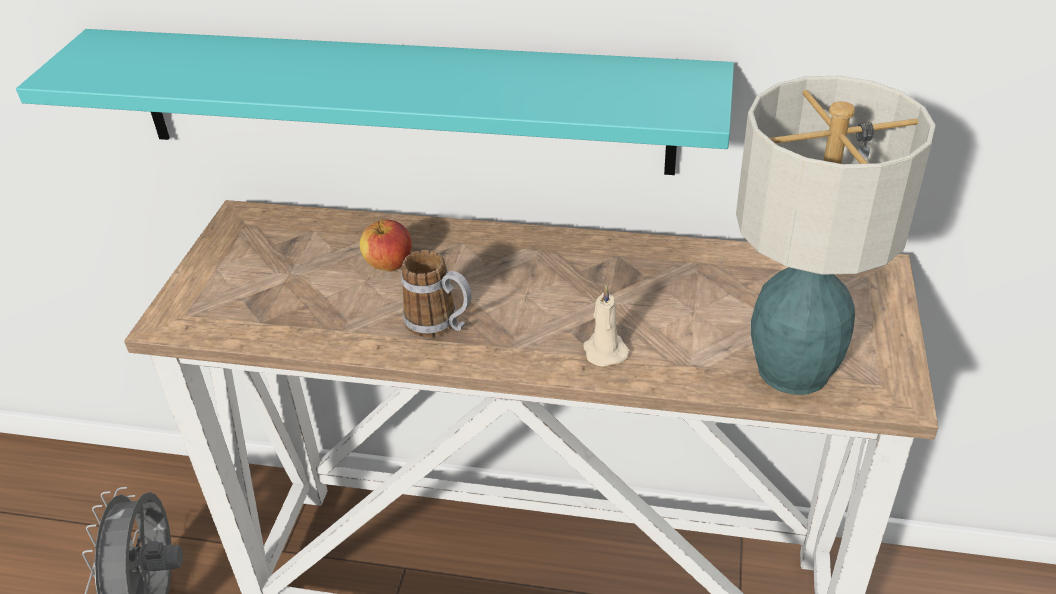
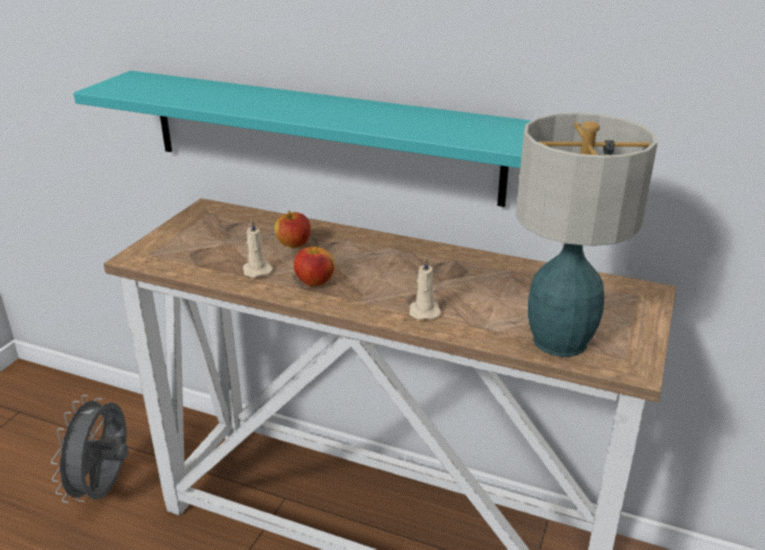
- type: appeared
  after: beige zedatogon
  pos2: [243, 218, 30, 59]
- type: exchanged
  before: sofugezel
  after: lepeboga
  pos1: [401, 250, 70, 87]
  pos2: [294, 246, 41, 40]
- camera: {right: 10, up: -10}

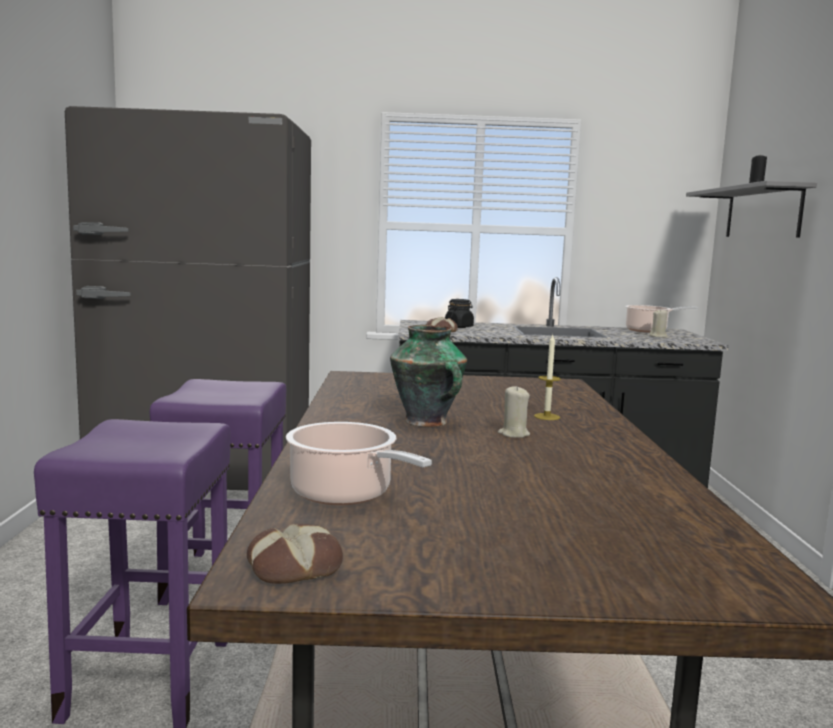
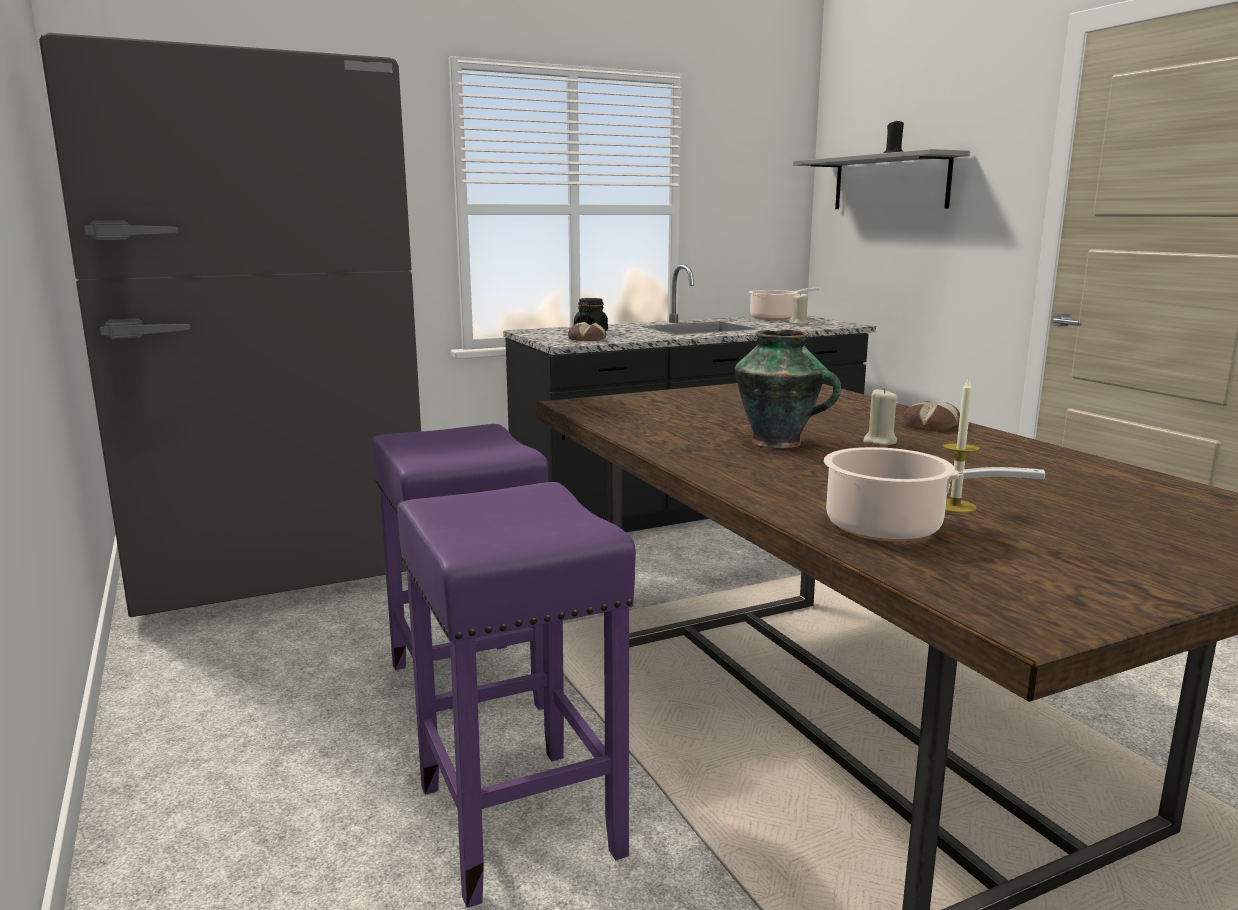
- type: relocated
  before: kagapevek
  pos1: [247, 524, 96, 60]
  pos2: [903, 401, 57, 30]
- type: relocated
  before: zedatogon
  pos1: [534, 335, 27, 85]
  pos2: [943, 377, 37, 136]
- camera: {right: -25, up: 5}

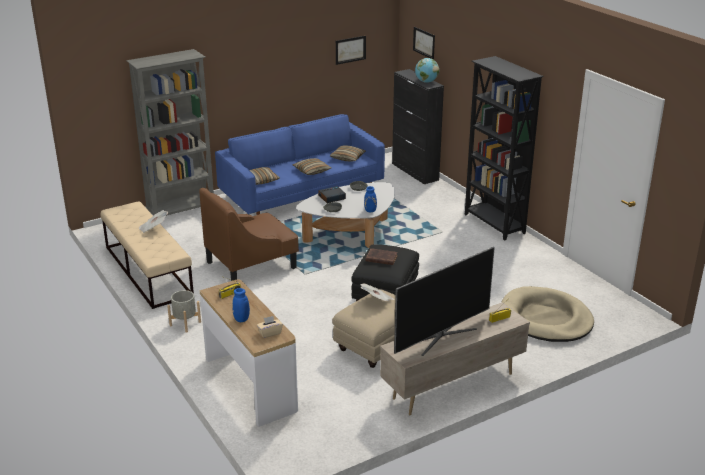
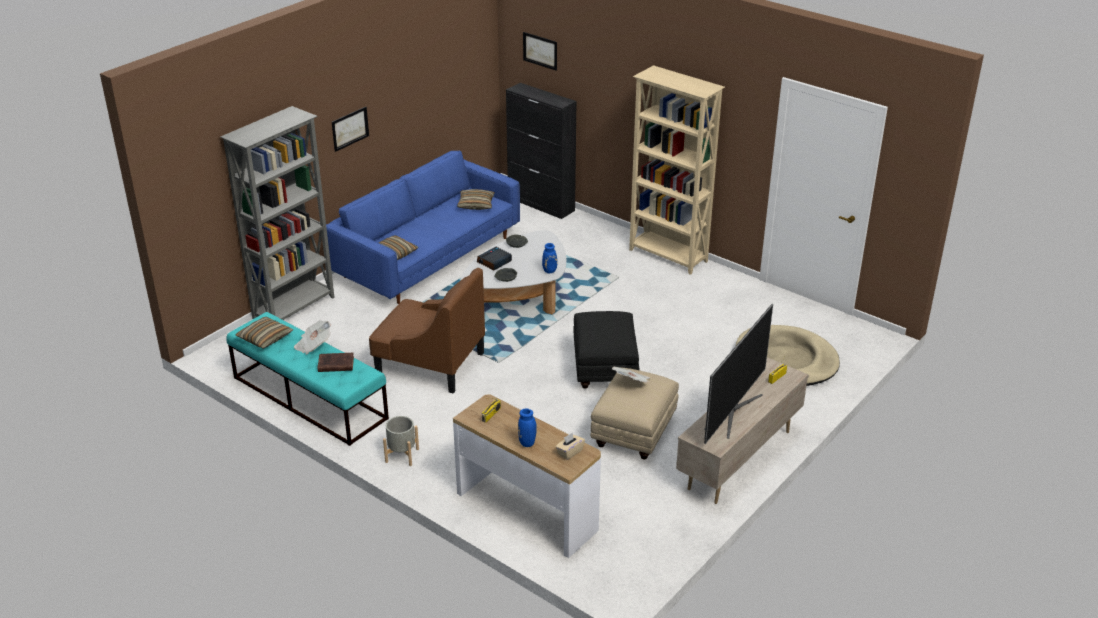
- type: missing
  before: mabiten
  pos1: [415, 58, 24, 25]
- type: relocated
  before: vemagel
  pos1: [293, 158, 38, 17]
  pos2: [235, 317, 58, 32]
- type: relocated
  before: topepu
  pos1: [336, 36, 30, 29]
  pos2: [332, 107, 37, 45]
- type: relocated
  before: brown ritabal
  pos1: [366, 248, 32, 17]
  pos2: [318, 353, 36, 19]
- type: colour
  before: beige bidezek
  after: turquoise bidezek
  pos1: [100, 201, 94, 108]
  pos2: [226, 312, 163, 134]
- type: colour
  before: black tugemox
  after: beige tugemox
  pos1: [465, 56, 79, 184]
  pos2: [629, 65, 96, 210]
- type: spun
  before: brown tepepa
  pos1: [199, 188, 100, 93]
  pos2: [369, 268, 116, 125]
  turn: -105
- camera: {right: -20, up: 5}

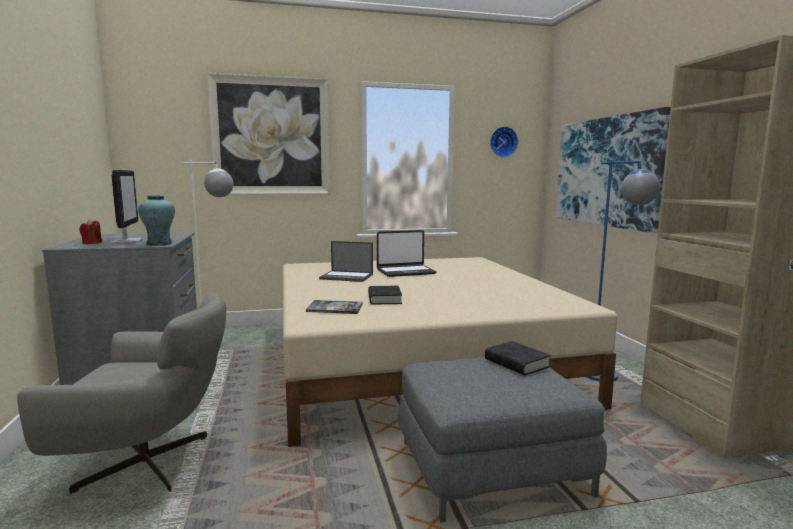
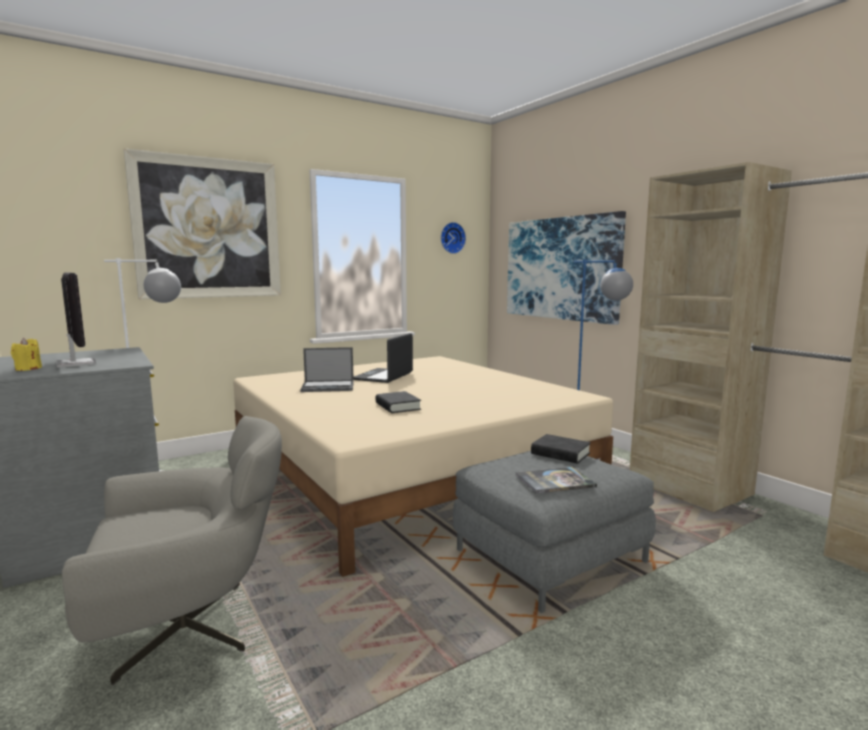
- type: missing
  before: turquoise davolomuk
  pos1: [138, 195, 37, 51]
- type: relocated
  before: ritabal
  pos1: [306, 300, 57, 14]
  pos2: [515, 467, 82, 27]
- type: colour
  before: red zedatogon
  after: yellow zedatogon
  pos1: [79, 219, 23, 25]
  pos2: [11, 338, 31, 33]
- type: spun
  before: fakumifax
  pos1: [377, 230, 60, 47]
  pos2: [353, 333, 60, 50]
  turn: 150
- camera: {right: -20, up: 0}

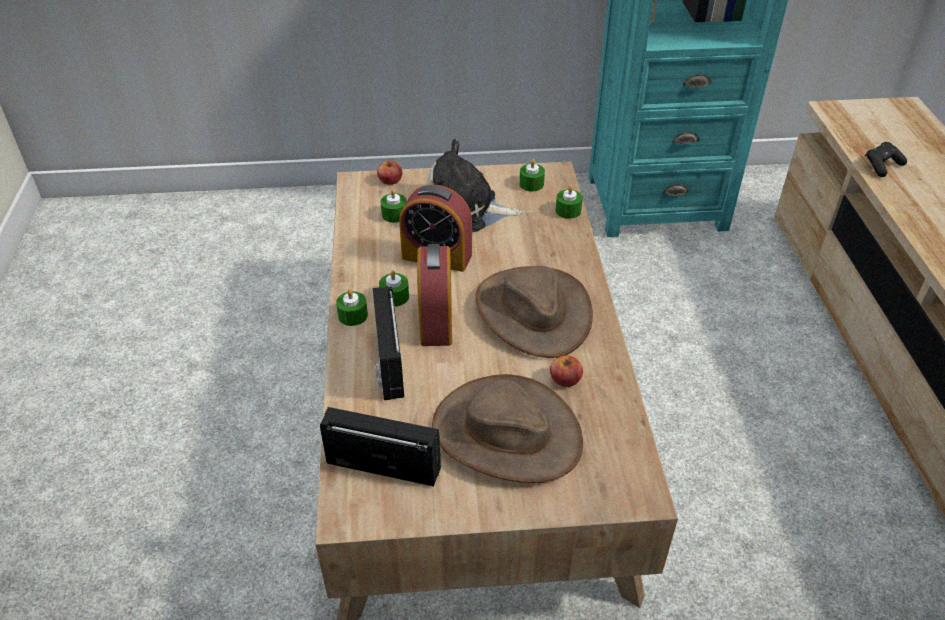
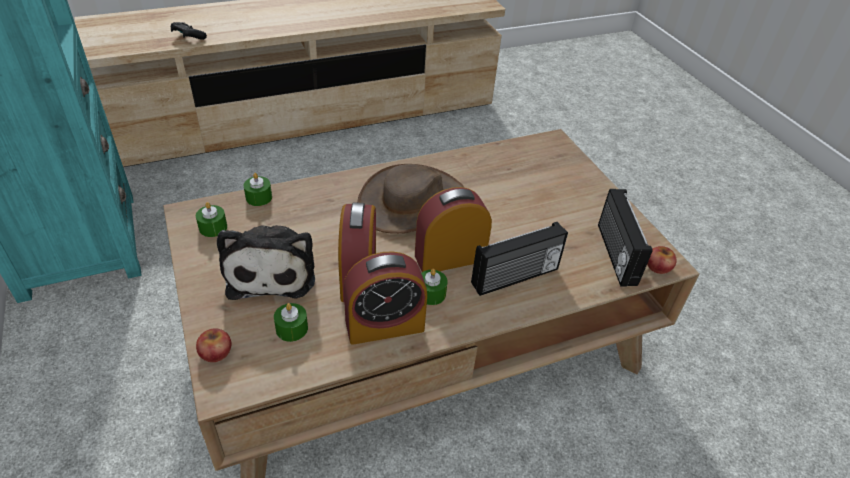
- type: missing
  before: green zedatogon
  pos1: [336, 289, 32, 37]
- type: missing
  before: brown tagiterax
  pos1: [432, 374, 151, 109]
- type: appeared
  after: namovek
  pos2: [344, 251, 83, 94]
- type: relocated
  before: lepeboga
  pos1: [550, 355, 33, 32]
  pos2: [647, 246, 30, 28]
- camera: {right: -110, up: 0}

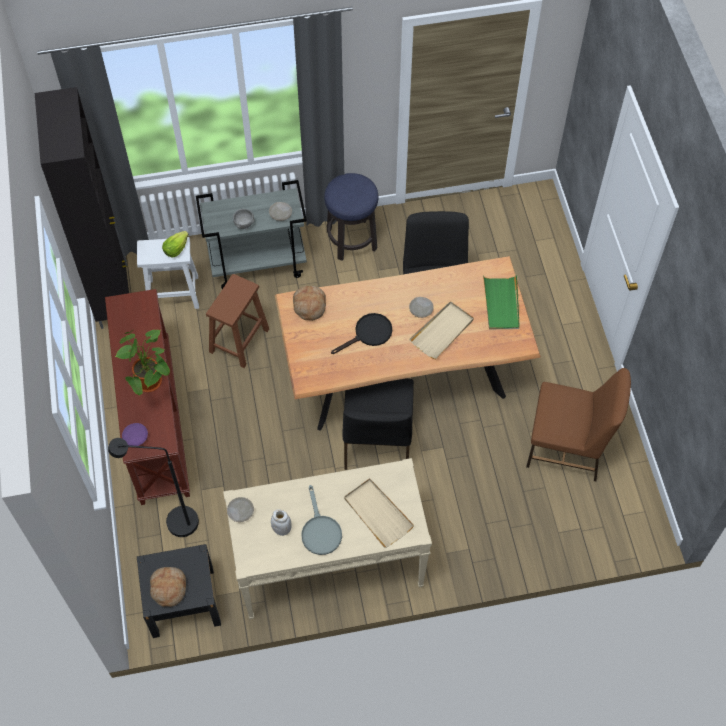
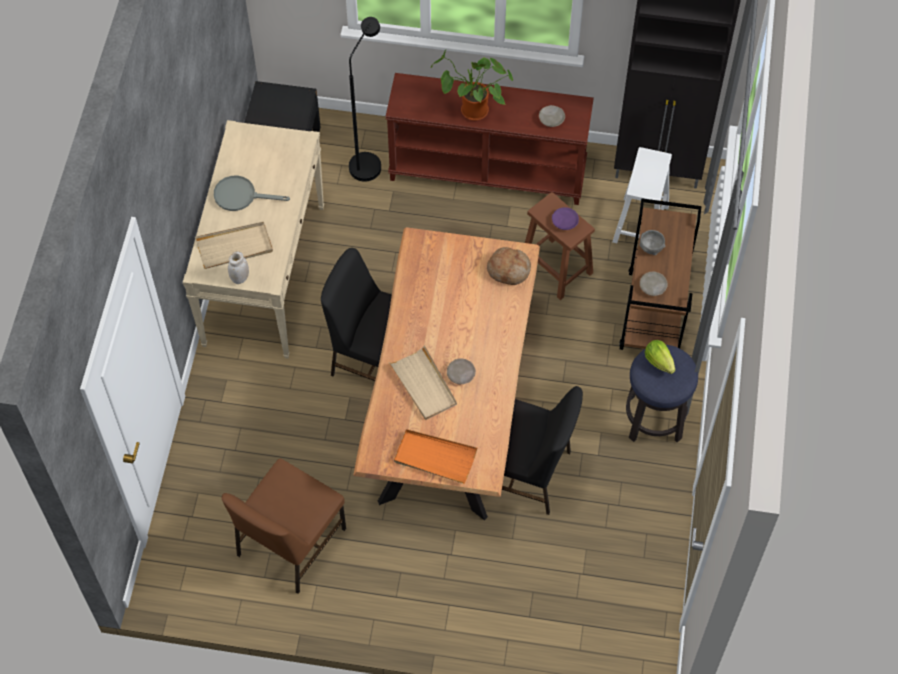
- type: missing
  before: kagapevek
  pos1: [150, 567, 36, 40]
- type: missing
  before: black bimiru
  pos1: [331, 313, 61, 41]
- type: relocated
  before: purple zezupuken
  pos1: [122, 423, 26, 23]
  pos2: [552, 207, 27, 23]
- type: relocated
  before: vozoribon
  pos1: [162, 231, 27, 27]
  pos2: [645, 340, 30, 34]
- type: relocated
  before: beige zezupuken
  pos1: [227, 497, 27, 25]
  pos2: [539, 105, 26, 22]
- type: relocated
  before: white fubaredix
  pos1: [271, 509, 21, 27]
  pos2: [228, 251, 21, 33]
- type: colour
  before: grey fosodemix
  after: brown fosodemix
  pos1: [196, 180, 111, 109]
  pos2: [619, 198, 82, 152]
- type: colour
  before: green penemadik
  after: orange penemadik
  pos1: [483, 275, 36, 54]
  pos2: [394, 429, 83, 55]
- camera: {right: 110, up: 0}

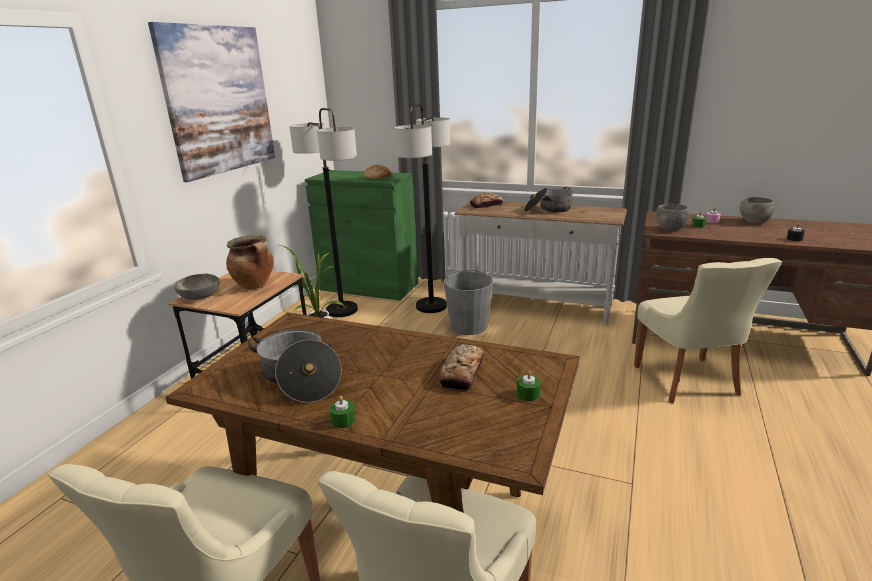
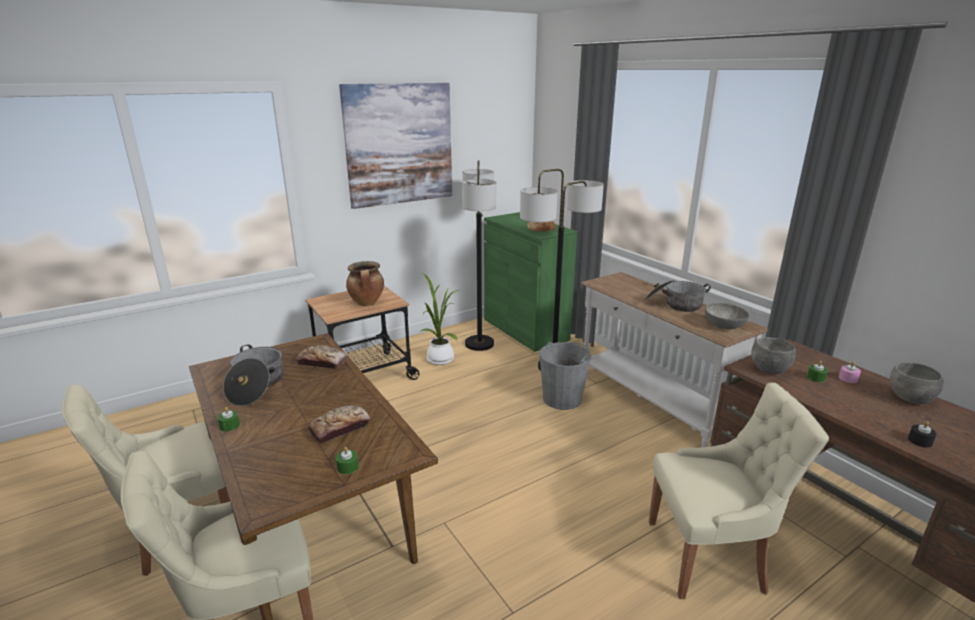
- type: relocated
  before: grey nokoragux
  pos1: [174, 274, 45, 26]
  pos2: [705, 303, 44, 26]
- type: relocated
  before: kagapevek
  pos1: [470, 192, 33, 16]
  pos2: [296, 345, 51, 24]
- type: spun
  before: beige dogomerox
  pos1: [634, 258, 148, 145]
  pos2: [649, 383, 180, 216]
  turn: -120
- camera: {right: 35, up: 0}

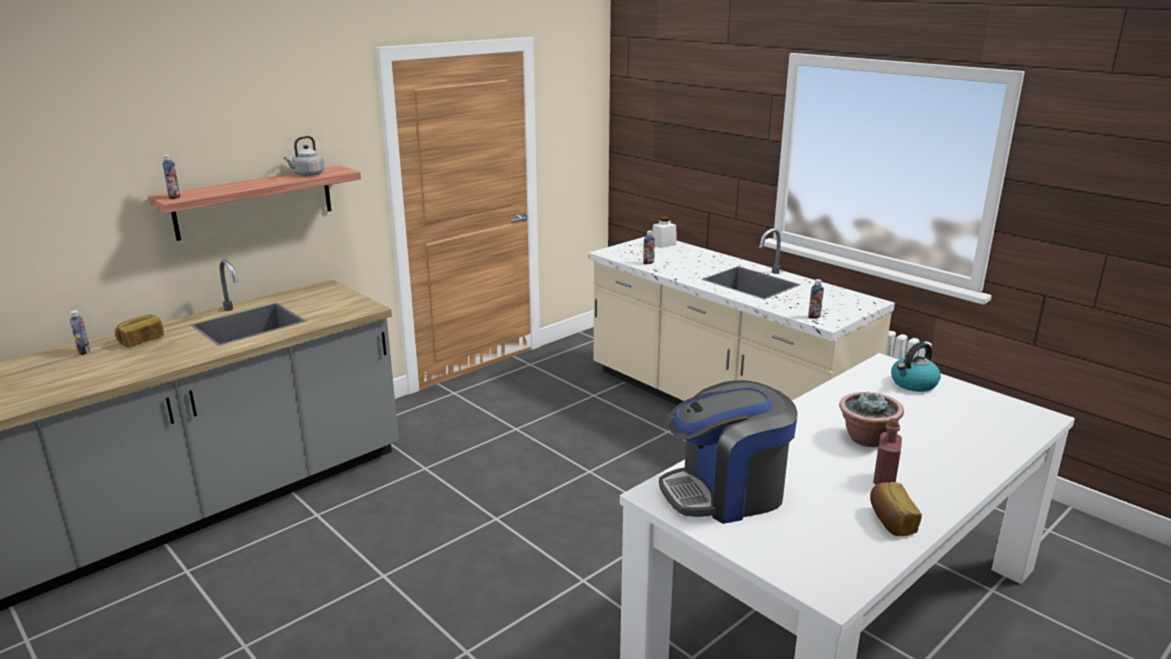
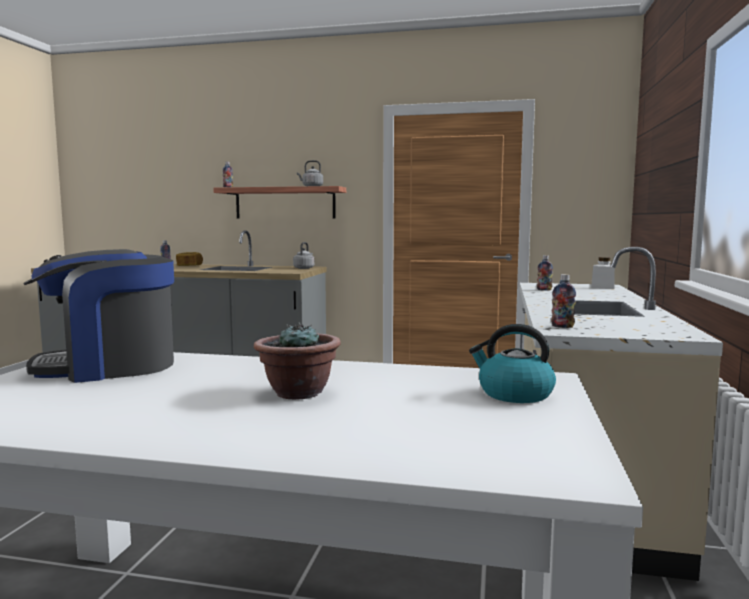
- type: missing
  before: kagapevek
  pos1: [870, 482, 52, 54]
- type: missing
  before: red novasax
  pos1: [873, 418, 29, 67]
- type: appeared
  after: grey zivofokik
  pos2: [293, 242, 21, 27]
- type: spun
  before: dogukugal
  pos1: [659, 380, 139, 144]
  pos2: [23, 249, 151, 134]
  turn: -60
- camera: {right: 55, up: -15}

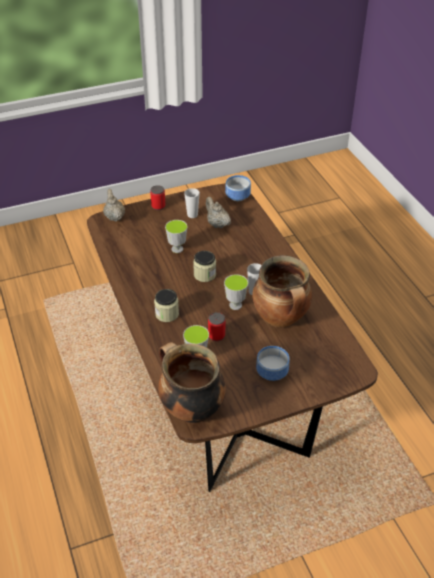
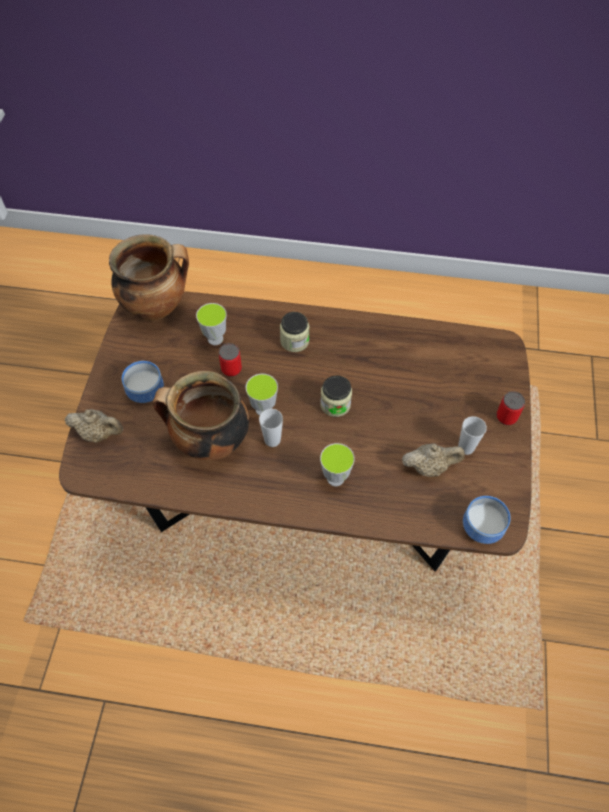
- type: relocated
  before: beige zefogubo
  pos1: [103, 189, 22, 33]
  pos2: [65, 409, 58, 34]
- type: relocated
  before: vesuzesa
  pos1: [165, 220, 22, 33]
  pos2: [320, 443, 35, 43]
- camera: {right: 120, up: 15}

